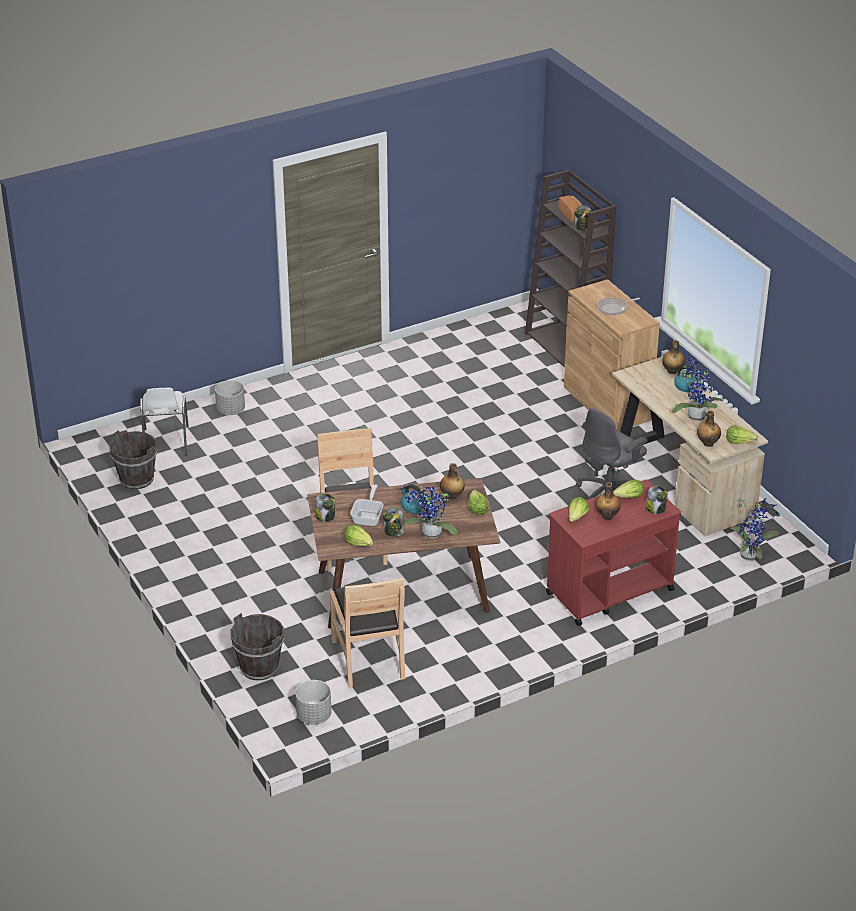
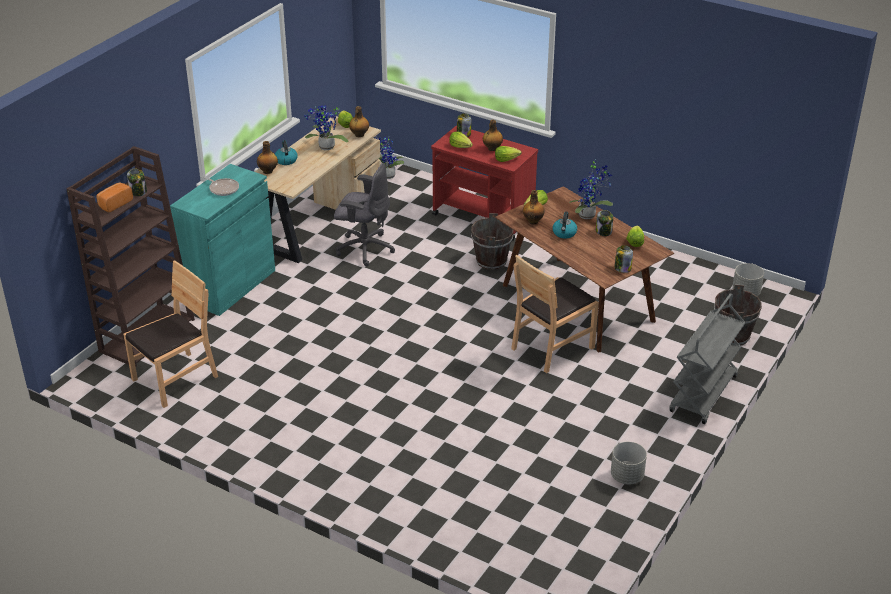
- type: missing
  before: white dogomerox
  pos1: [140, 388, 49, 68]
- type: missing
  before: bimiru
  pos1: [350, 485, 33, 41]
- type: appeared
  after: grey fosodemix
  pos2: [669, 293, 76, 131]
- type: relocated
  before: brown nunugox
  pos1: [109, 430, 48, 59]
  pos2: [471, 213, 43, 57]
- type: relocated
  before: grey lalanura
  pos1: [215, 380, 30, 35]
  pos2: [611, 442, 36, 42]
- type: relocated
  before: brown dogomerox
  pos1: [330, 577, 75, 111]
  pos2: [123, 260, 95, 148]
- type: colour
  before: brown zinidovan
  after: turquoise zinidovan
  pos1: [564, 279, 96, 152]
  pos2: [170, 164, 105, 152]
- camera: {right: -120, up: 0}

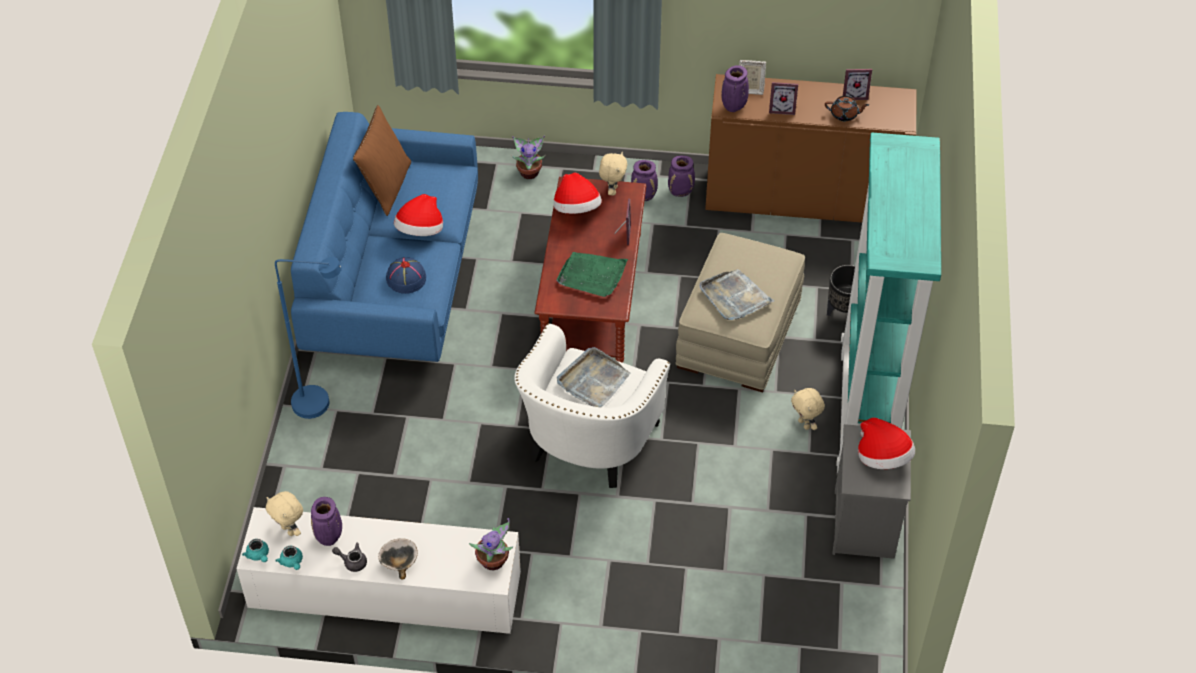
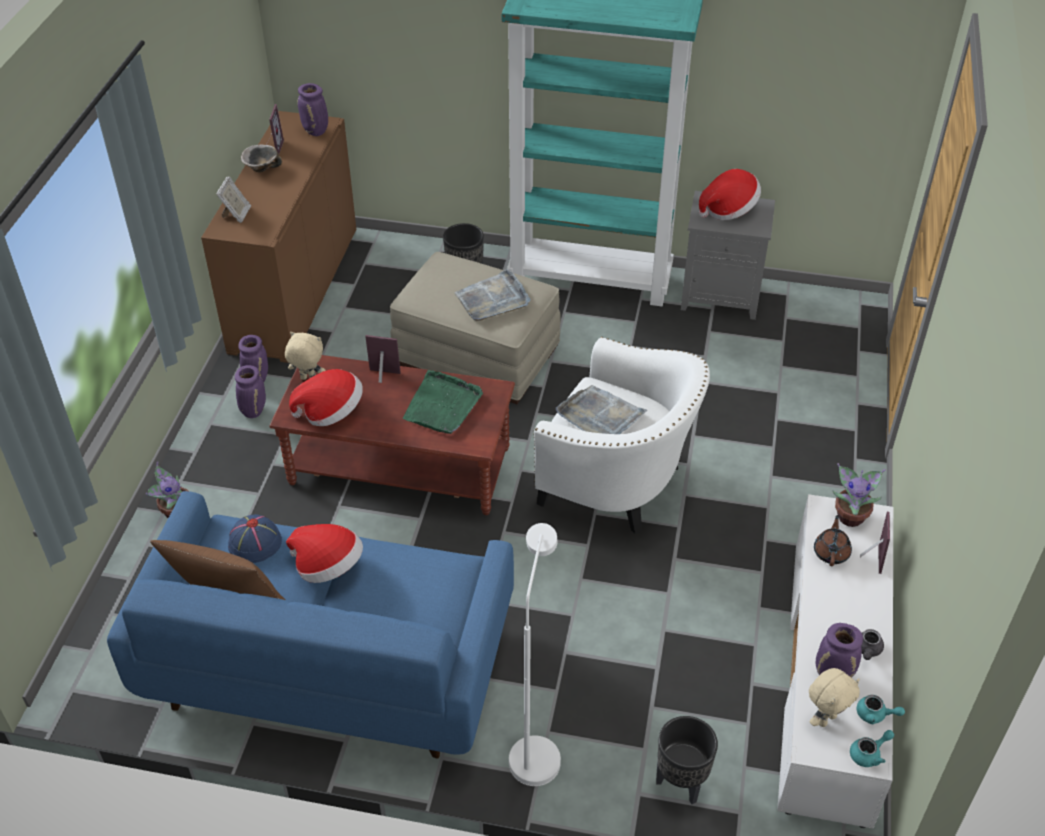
- type: missing
  before: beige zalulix
  pos1: [791, 388, 34, 42]
- type: appeared
  after: black lalanura
  pos2: [656, 716, 62, 88]
- type: relocated
  before: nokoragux
  pos1: [378, 538, 40, 41]
  pos2: [241, 145, 41, 27]
- type: relocated
  before: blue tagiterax
  pos1: [386, 257, 40, 37]
  pos2: [228, 514, 54, 49]
- type: relocated
  before: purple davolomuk
  pos1: [722, 65, 27, 47]
  pos2: [297, 83, 31, 53]
- type: relocated
  before: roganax
  pos1: [769, 82, 29, 33]
  pos2: [860, 512, 30, 62]
- type: relocated
  before: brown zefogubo
  pos1: [825, 96, 44, 25]
  pos2: [814, 515, 38, 51]
- type: colour
  before: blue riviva
  after: white riviva
  pos1: [275, 257, 67, 162]
  pos2: [509, 523, 52, 263]
- type: spun
  before: turquoise zefogubo
  pos1: [276, 545, 27, 25]
  pos2: [857, 695, 48, 29]
  turn: 45
- camera: {right: -85, up: -5}

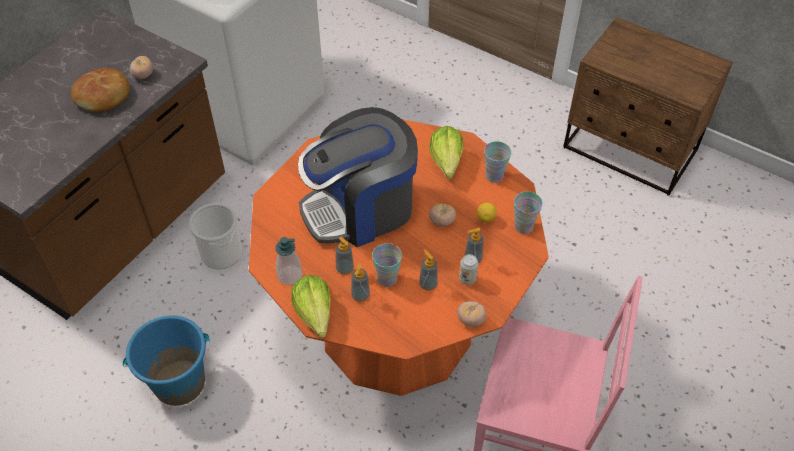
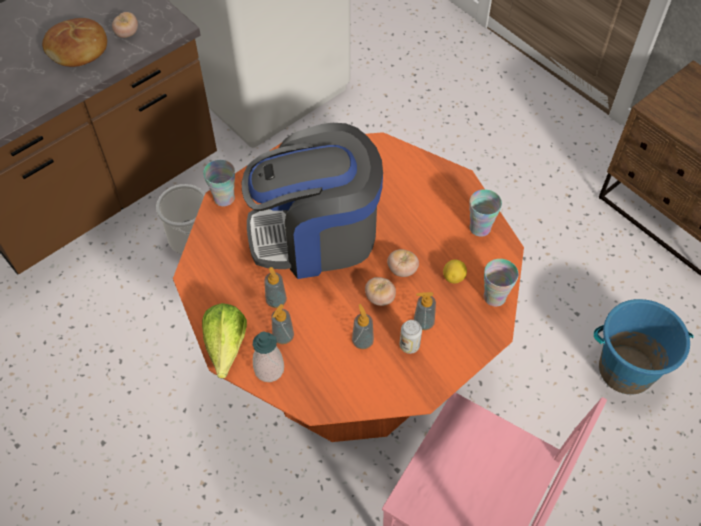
- type: missing
  before: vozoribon
  pos1: [429, 126, 35, 53]
- type: relocated
  before: blue nunugox
  pos1: [122, 315, 88, 91]
  pos2: [594, 299, 100, 96]
- type: relocated
  before: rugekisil
  pos1: [275, 237, 28, 48]
  pos2: [253, 332, 31, 50]
- type: relocated
  before: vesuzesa
  pos1: [372, 243, 30, 44]
  pos2: [203, 160, 32, 46]
- type: relocated
  before: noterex
  pos1: [457, 301, 30, 26]
  pos2: [365, 277, 31, 29]
- camera: {right: 15, up: 5}

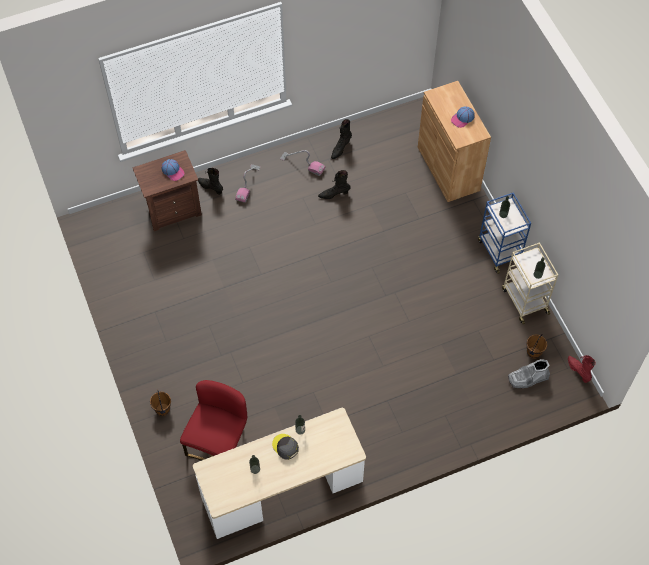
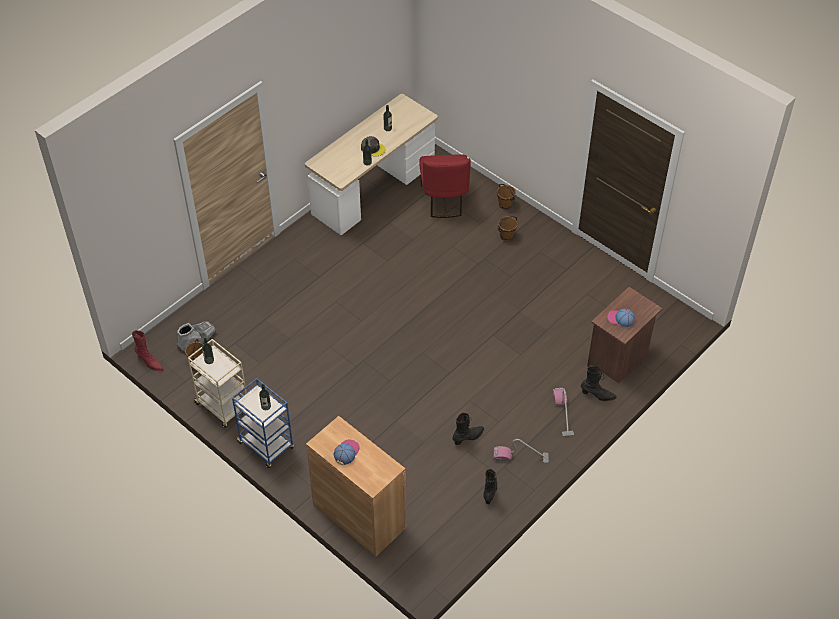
- type: appeared
  after: brown nunugox
  pos2: [497, 216, 21, 25]
- camera: {right: 155, up: -10}

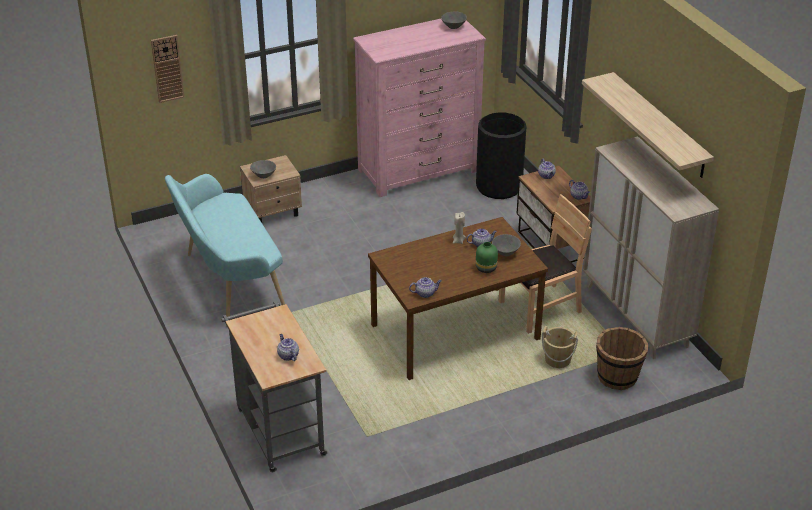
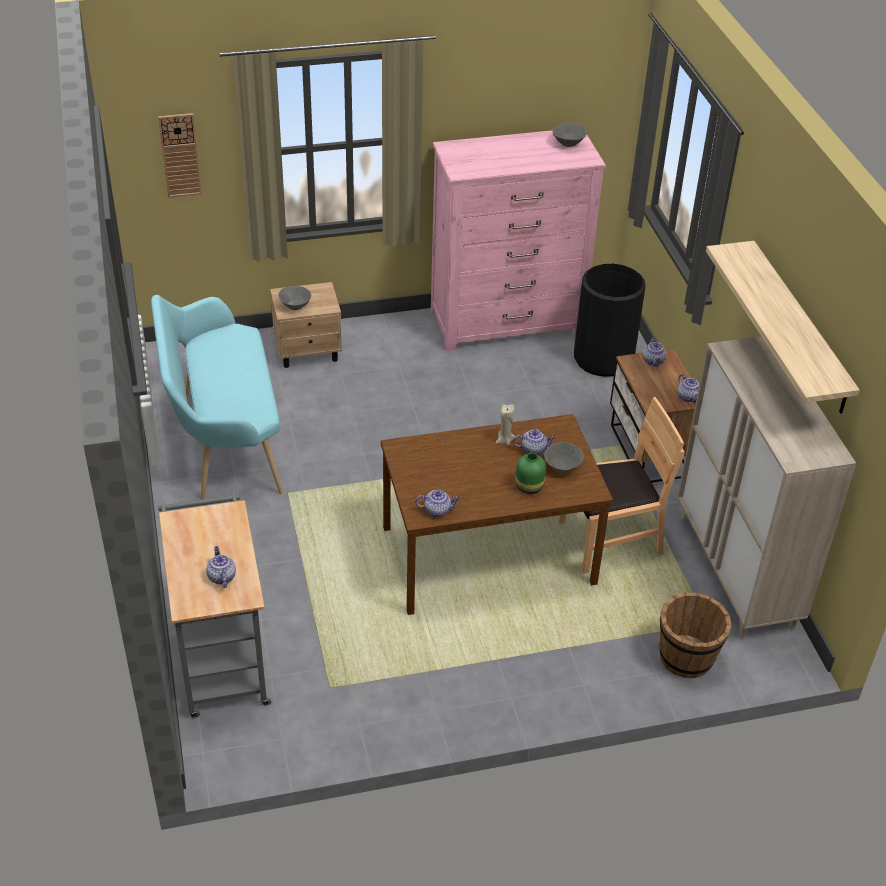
- type: missing
  before: beige nunugox
  pos1: [542, 326, 36, 42]
- camera: {right: 10, up: 5}

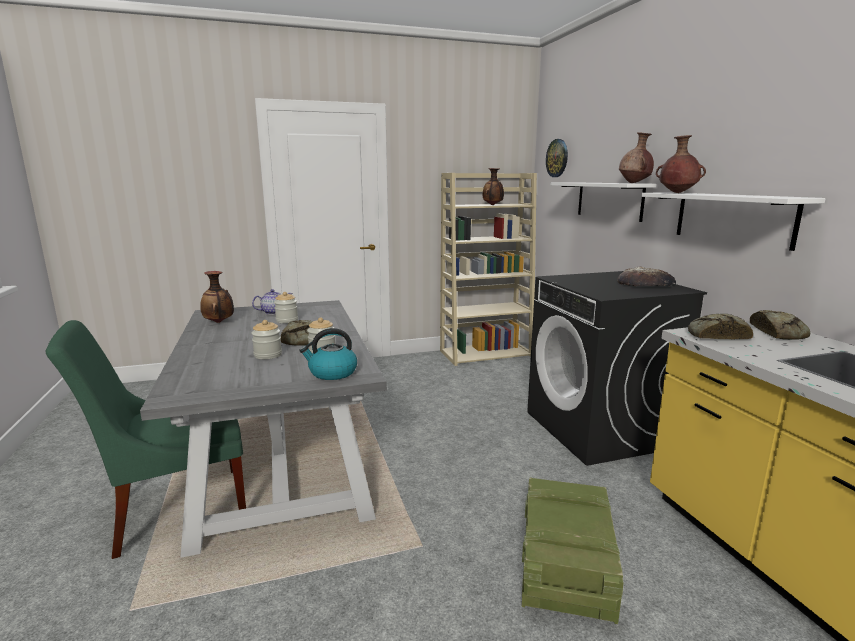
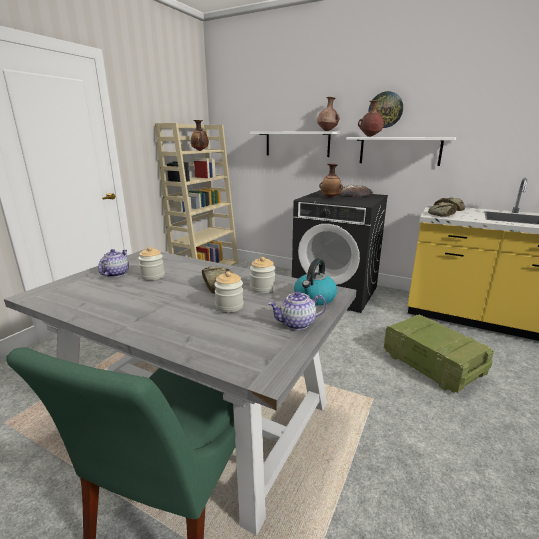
- type: appeared
  after: zefogubo
  pos2: [268, 291, 58, 39]
- type: relocated
  before: davolomuk
  pos1: [200, 271, 34, 52]
  pos2: [319, 164, 24, 34]
- type: relocated
  before: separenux
  pos1: [546, 139, 22, 38]
  pos2: [368, 91, 35, 37]
- camera: {right: -45, up: 5}

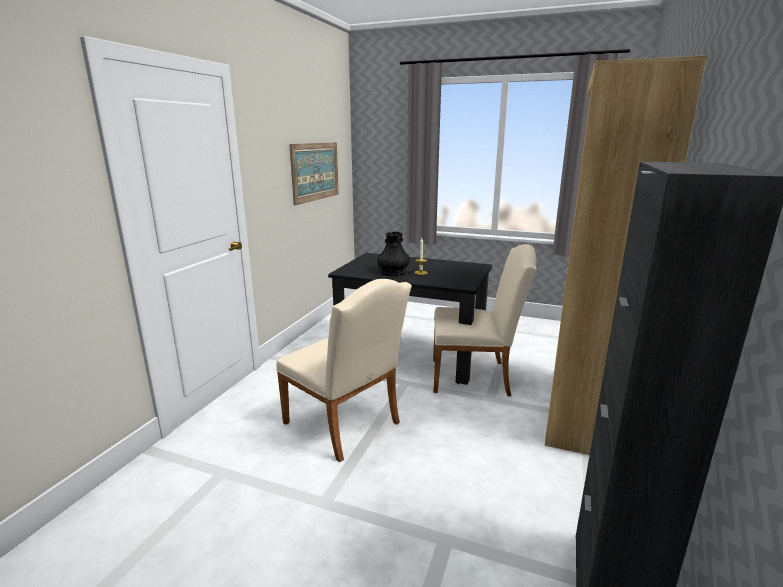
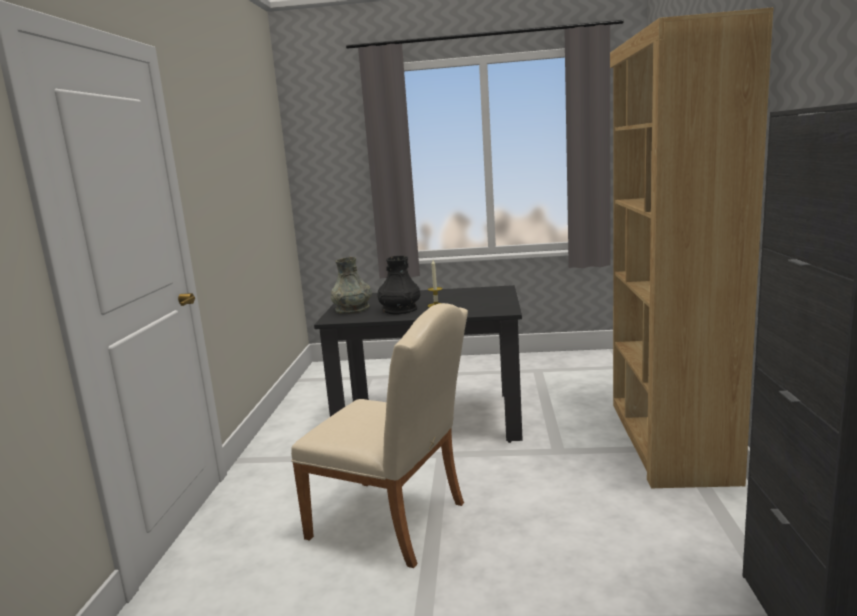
- type: missing
  before: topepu
  pos1: [289, 142, 50, 63]
- type: missing
  before: beige dogomerox
  pos1: [433, 244, 104, 152]
- type: appeared
  after: grey davolomuk
  pos2: [331, 257, 41, 57]
- camera: {right: -15, up: -5}

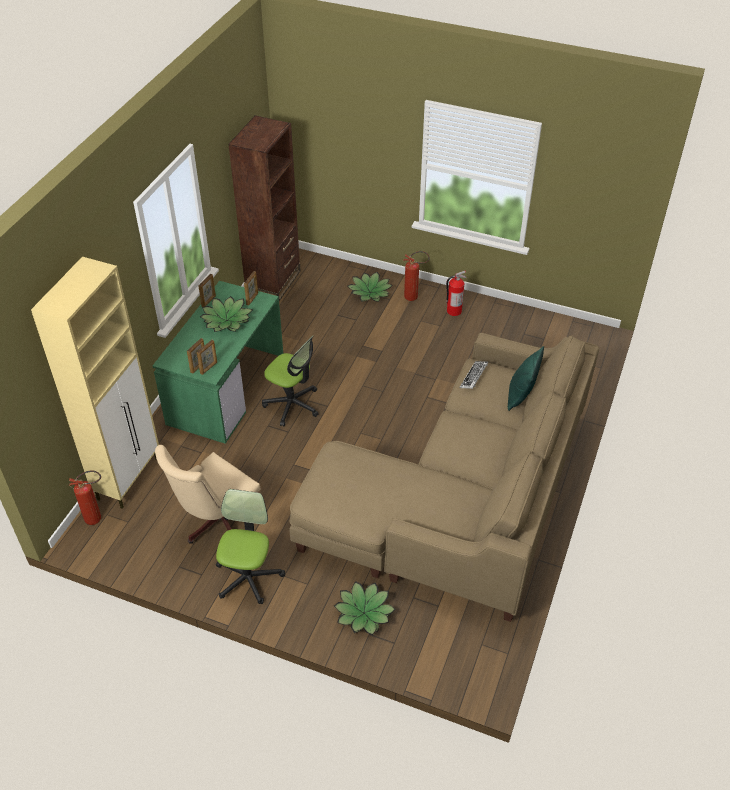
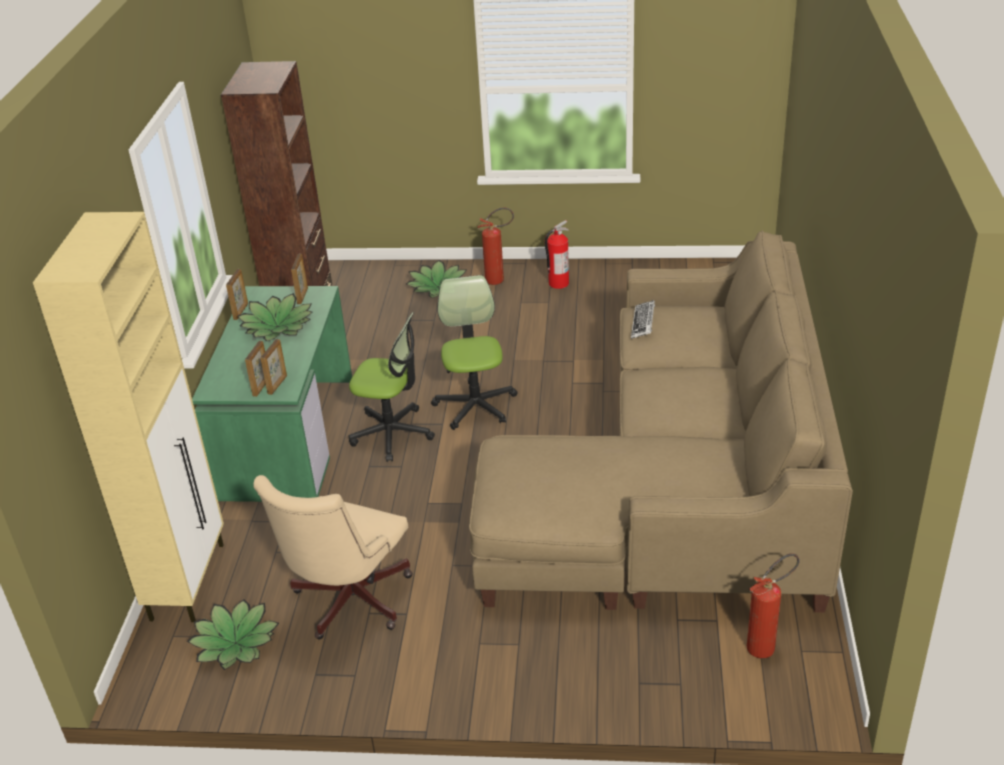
- type: missing
  before: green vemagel
  pos1: [508, 346, 36, 65]
- type: relocated
  before: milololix
  pos1: [69, 471, 32, 54]
  pos2: [747, 554, 53, 105]
- type: relocated
  before: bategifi
  pos1: [216, 489, 69, 115]
  pos2: [431, 275, 86, 155]
- type: relocated
  before: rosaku
  pos1: [334, 581, 62, 54]
  pos2: [187, 599, 92, 71]
- camera: {right: -15, up: -10}

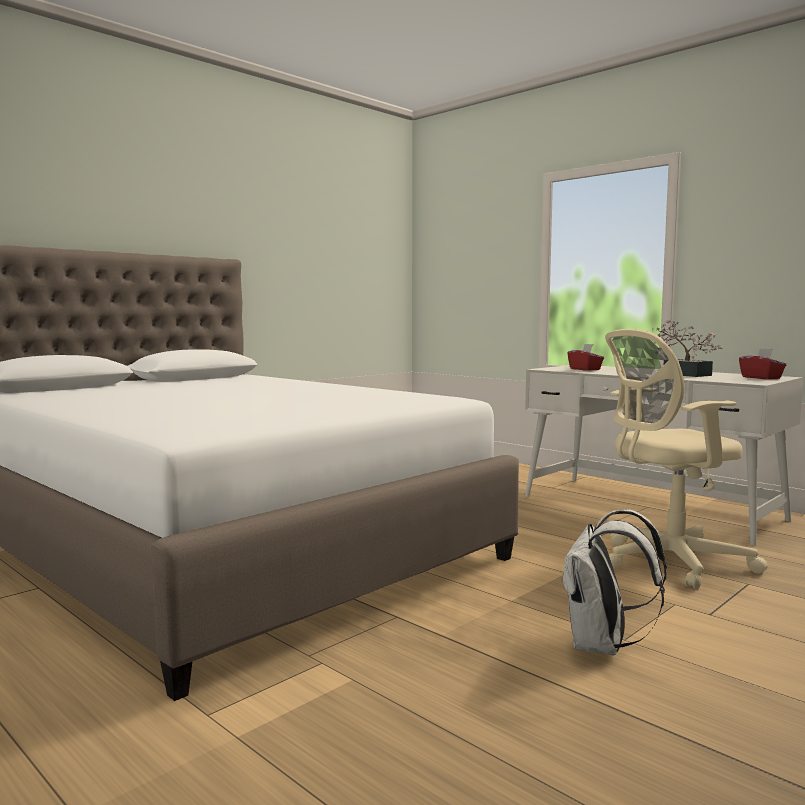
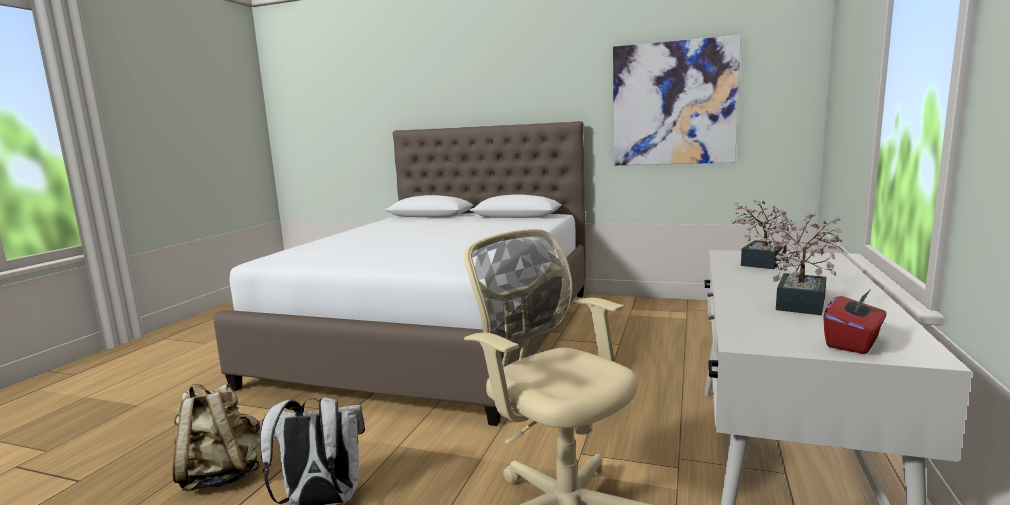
- type: appeared
  after: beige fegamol
  pos2: [173, 384, 87, 108]
- type: appeared
  after: topepu
  pos2: [613, 35, 128, 130]
- type: exchanged
  before: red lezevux
  after: rosaku
  pos1: [567, 344, 37, 27]
  pos2: [732, 200, 62, 69]
- camera: {right: 65, up: 5}

